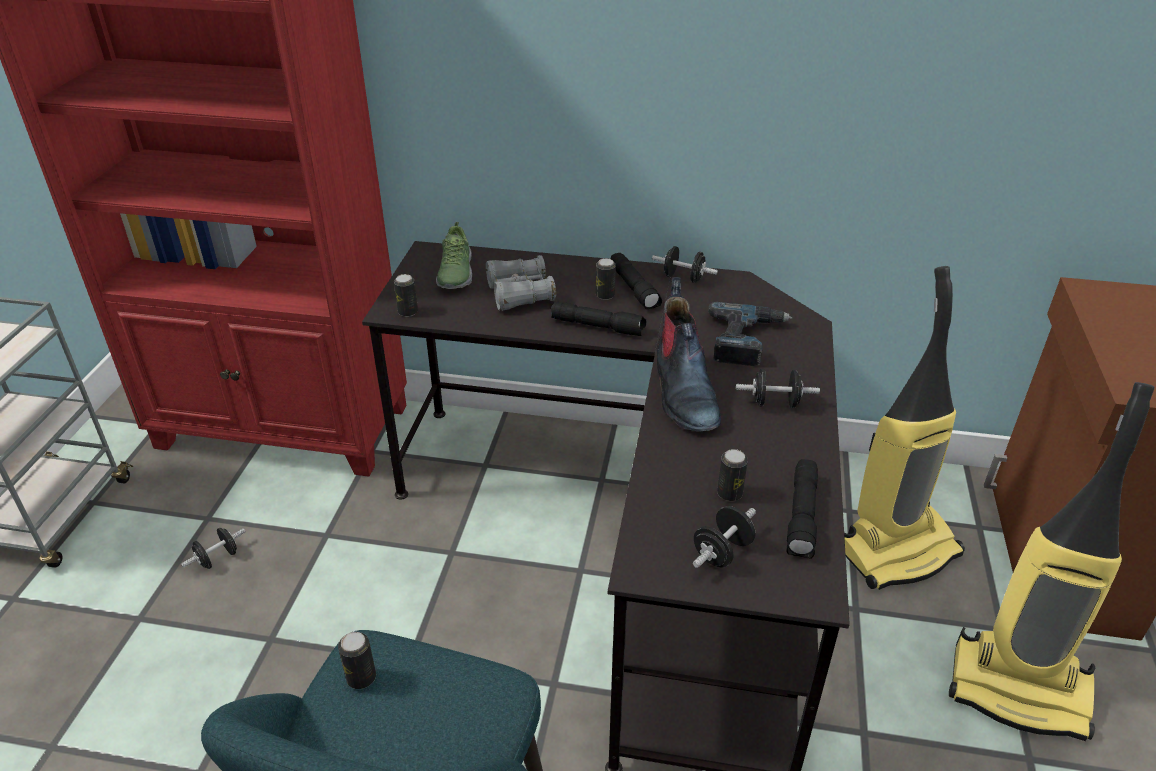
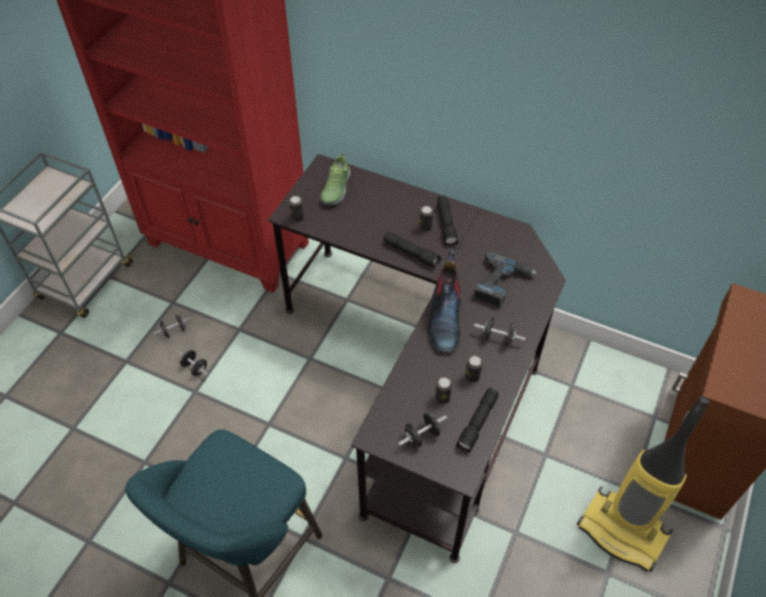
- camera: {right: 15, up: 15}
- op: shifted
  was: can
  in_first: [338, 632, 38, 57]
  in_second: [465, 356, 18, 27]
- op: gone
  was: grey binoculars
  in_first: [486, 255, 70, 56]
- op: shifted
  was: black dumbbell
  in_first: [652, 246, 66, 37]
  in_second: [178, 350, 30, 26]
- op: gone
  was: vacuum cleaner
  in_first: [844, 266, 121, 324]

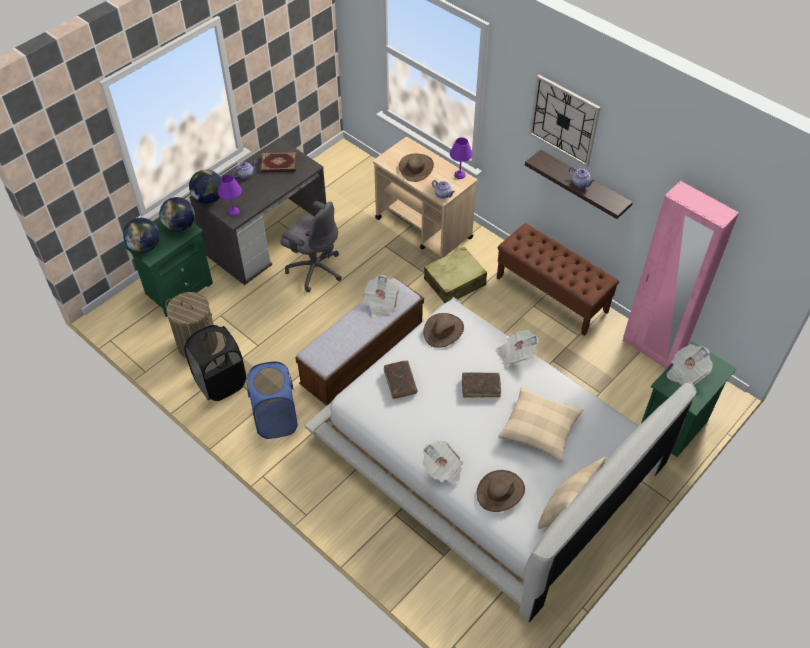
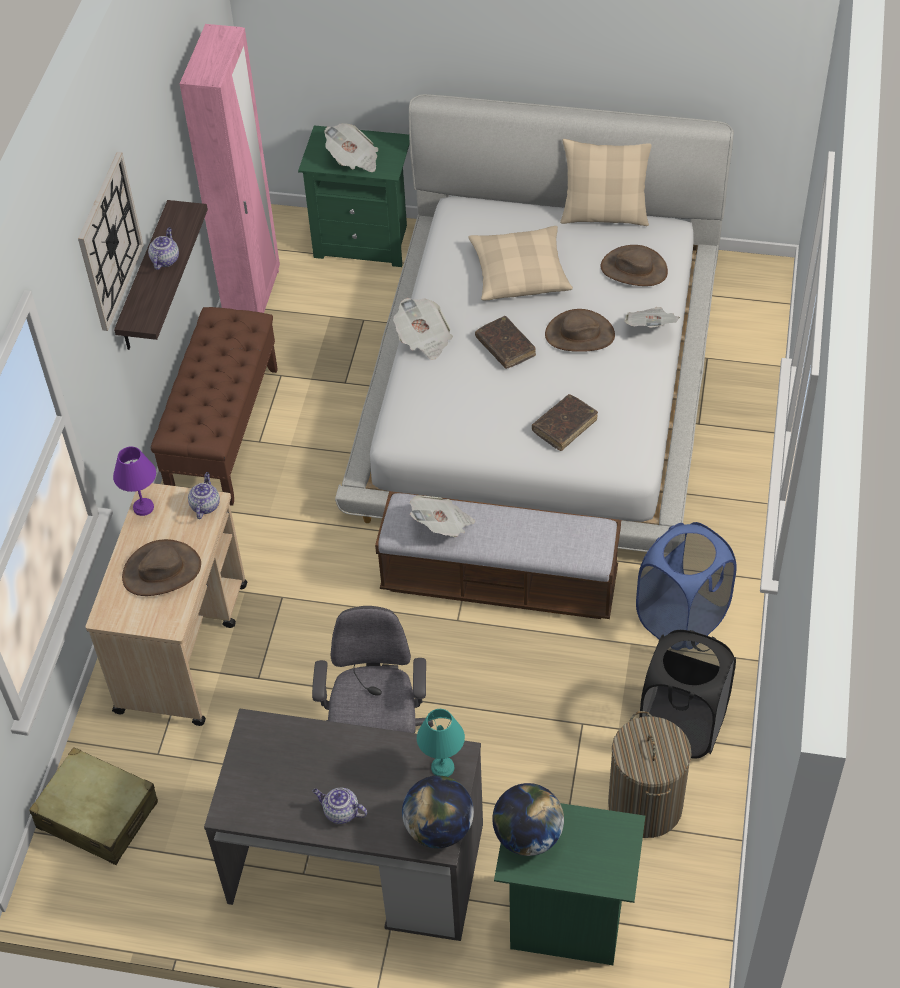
- camera: {right: -120, up: 0}
- op: gone
  was: globe
  in_first: [123, 218, 37, 35]
- op: repainted
  was: purple table lamp
  now: turquoise table lamp
  in_first: [218, 175, 24, 41]
  in_second: [417, 709, 48, 68]
- op: gone
  was: book
  in_first: [261, 152, 36, 20]
- op: shifted
  was: brown hat
  in_first: [423, 313, 41, 35]
  in_second: [545, 309, 70, 43]
- op: shifted
  was: beige suitcase
  in_first: [424, 247, 63, 56]
  in_second: [29, 747, 129, 118]

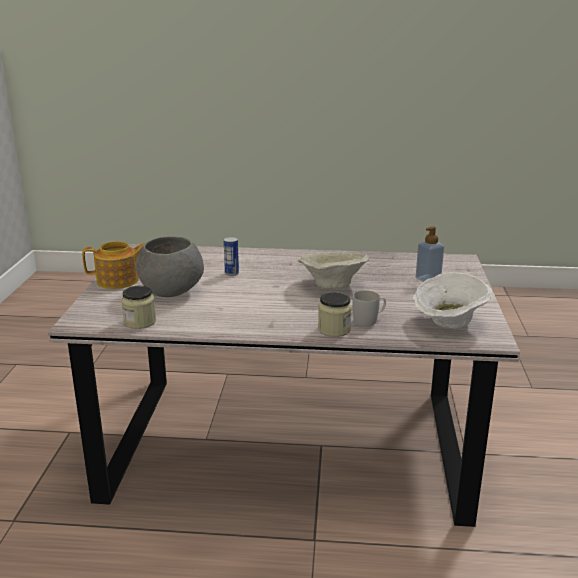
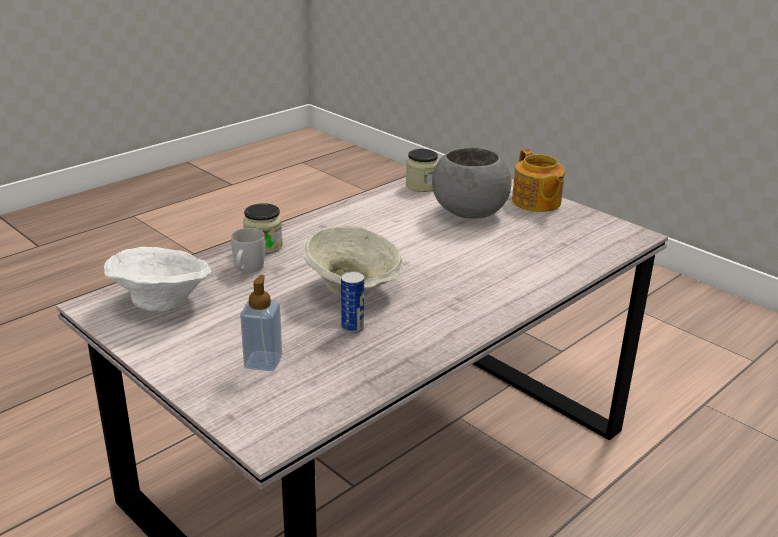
- camera: {right: 130, up: 5}
- op: rotated
  was: teapot
  in_first: [82, 241, 63, 48]
  in_second: [512, 149, 53, 63]
  clockwise: -45
- op: shifted
  was: can
  in_first: [224, 237, 15, 39]
  in_second: [341, 271, 23, 63]

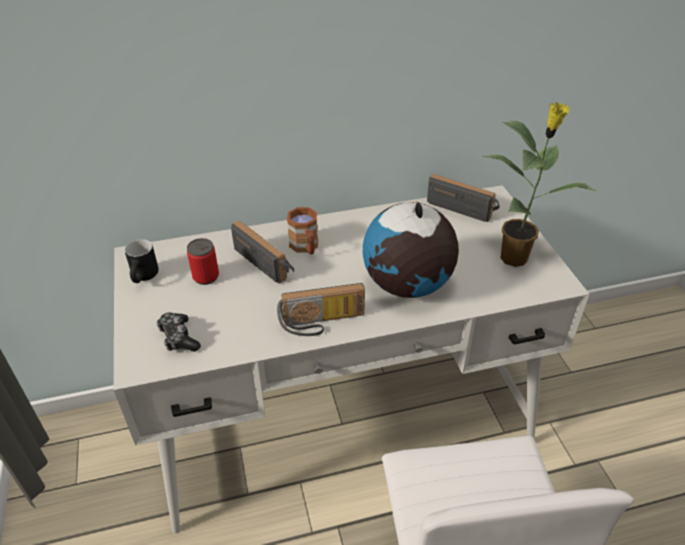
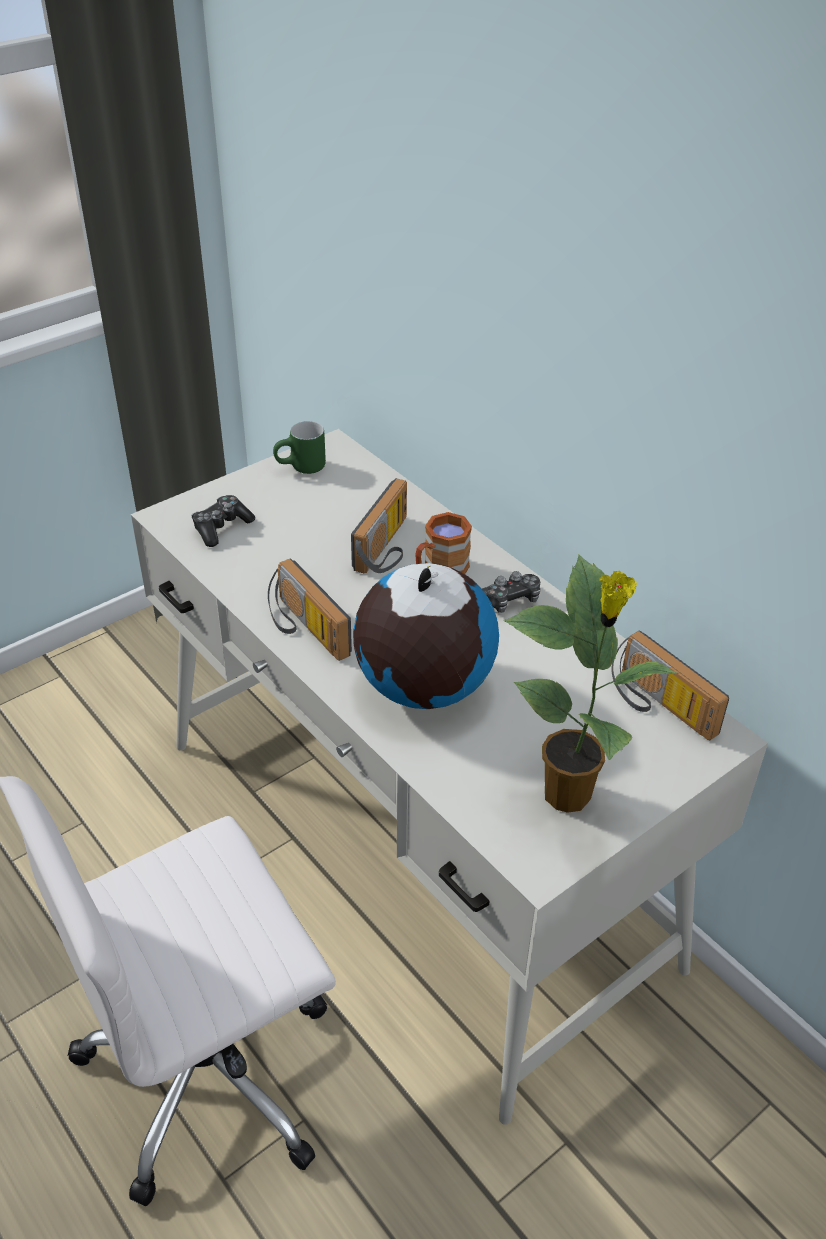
- camera: {right: 65, up: 0}
- op: repainted
  was: black mug
  now: green mug
  in_first: [125, 239, 34, 44]
  in_second: [273, 421, 53, 53]
- op: gone
  was: can
  in_first: [187, 238, 32, 47]
- op: rotated
  was: radio
  in_first: [427, 174, 73, 48]
  in_second: [611, 631, 118, 109]
  clockwise: 135
- op: new
  now: game controller
  in_second: [482, 571, 58, 42]

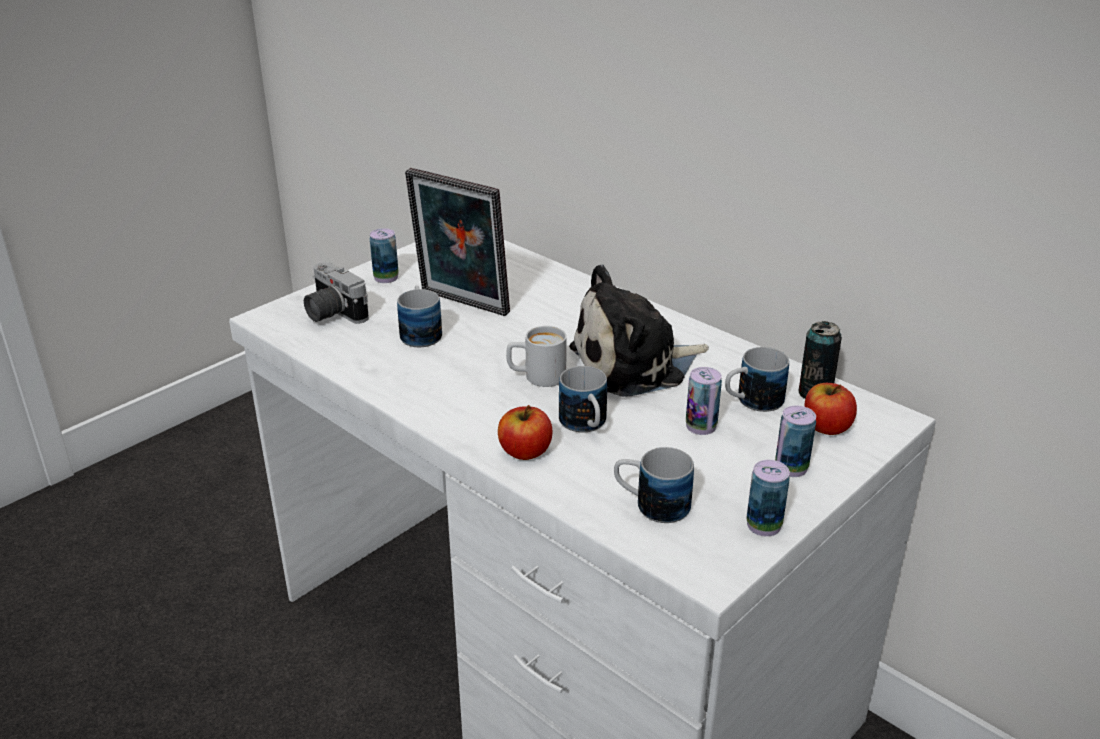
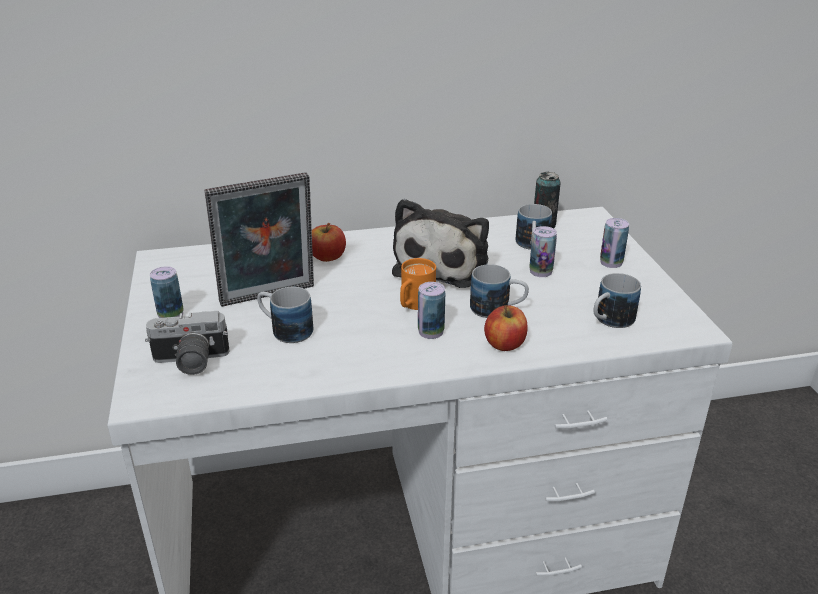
- camera: {right: -55, up: 0}
- op: repainted
  was: white mug
  now: orange mug
  in_first: [506, 326, 61, 61]
  in_second: [400, 258, 36, 52]
- op: shifted
  was: can
  in_first: [746, 460, 44, 77]
  in_second: [418, 282, 27, 57]
- op: shifted
  was: apple
  in_first: [804, 383, 53, 52]
  in_second: [312, 223, 34, 39]

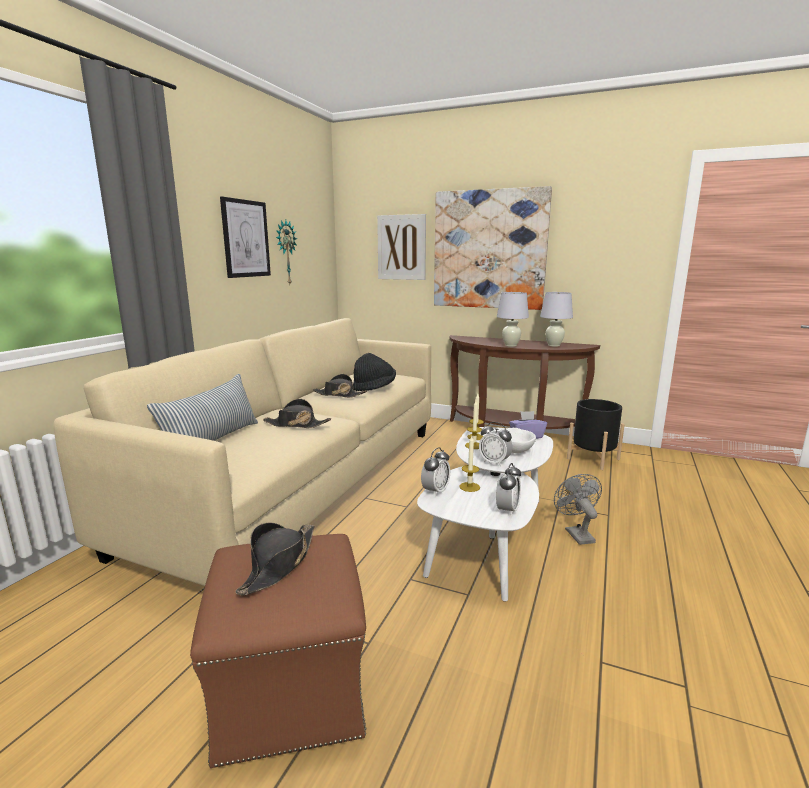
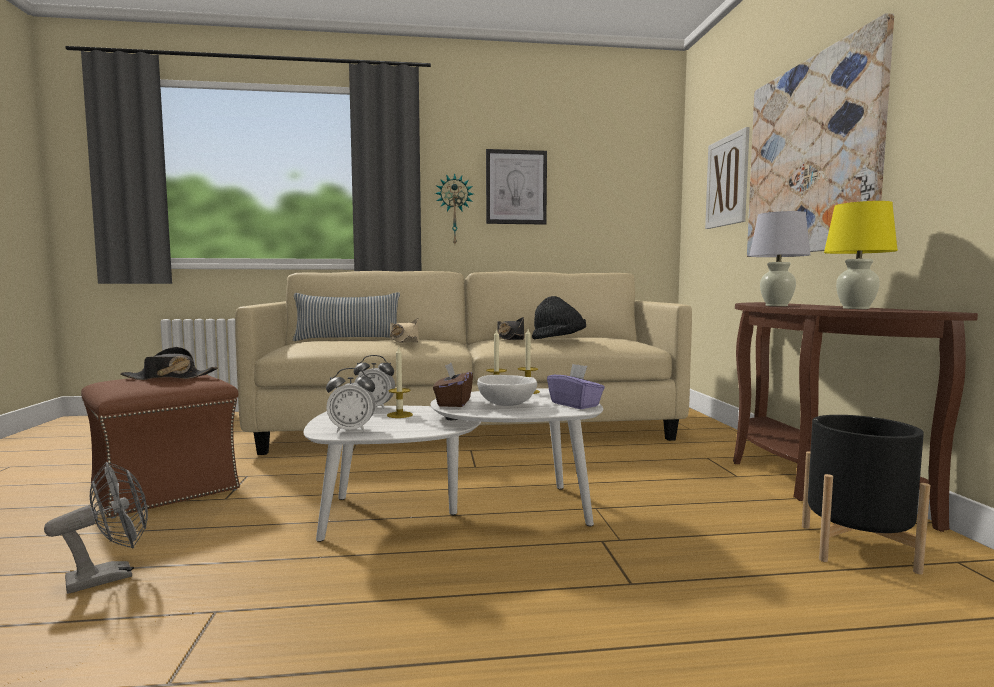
- camera: {right: 60, up: -10}
- op: repainted
  was: black hat
  now: beige hat
  in_first: [263, 399, 68, 29]
  in_second: [390, 318, 29, 25]
- op: shifted
  was: wall clock
  in_first: [276, 220, 21, 64]
  in_second: [435, 173, 38, 71]
- op: swapped
  was: alarm clock
  now: brown tissue box
  in_first: [479, 422, 34, 45]
  in_second: [433, 363, 40, 44]
- op: repainted
  was: white table lamp
  now: yellow table lamp
  in_first: [540, 292, 33, 55]
  in_second: [824, 201, 74, 108]
- op: shifted
  was: grey fan
  in_first: [554, 474, 48, 71]
  in_second: [44, 462, 104, 132]

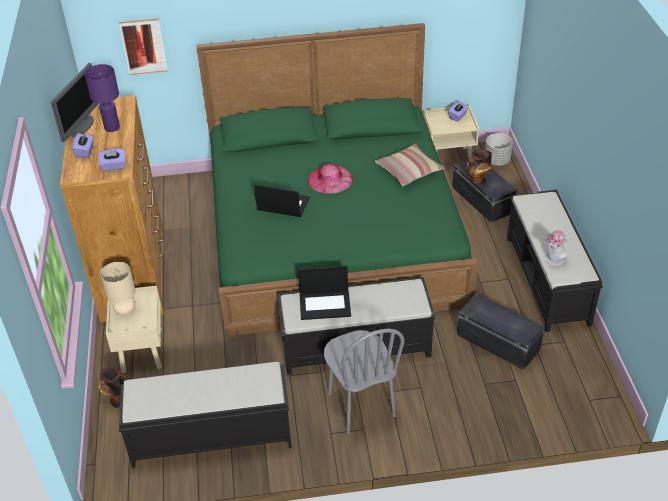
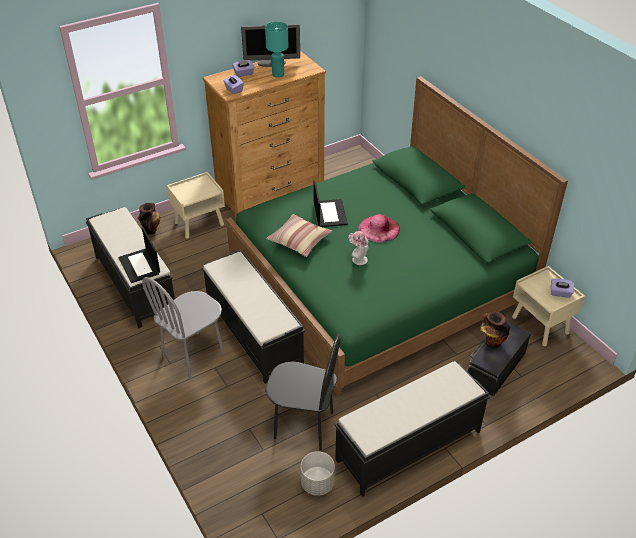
- camera: {right: 65, up: 0}
- op: repainted
  was: purple table lamp
  now: turquoise table lamp
  in_first: [85, 64, 35, 68]
  in_second: [265, 22, 24, 56]
- op: gone
  was: beige table lamp
  in_first: [100, 262, 35, 53]
- op: gone
  was: picture
  in_first: [119, 18, 49, 57]
- op: shifted
  was: laptop
  in_first: [298, 266, 53, 54]
  in_second: [118, 227, 42, 56]
- op: shifted
  was: pillow
  in_first: [375, 144, 70, 42]
  in_second: [266, 214, 66, 43]
- op: swapped
  was: black storage box
  now: black chair
  in_first: [457, 293, 88, 77]
  in_second: [265, 334, 76, 117]
- op: shifted
  was: grey planter
  in_first: [485, 133, 28, 33]
  in_second: [301, 451, 34, 45]
- op: shifted
  was: hat
  in_first: [546, 230, 21, 36]
  in_second: [349, 231, 20, 34]

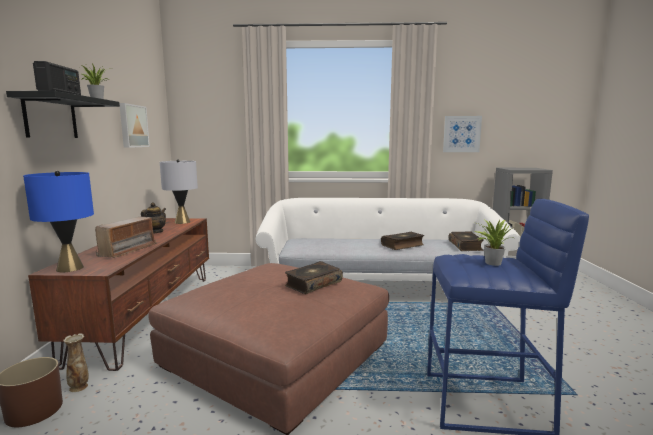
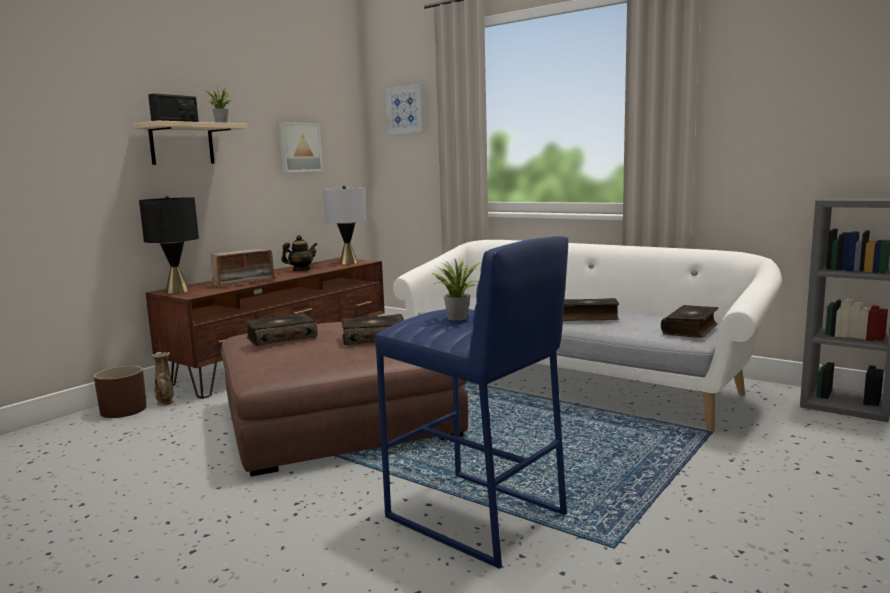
- camera: {right: 35, up: 0}
- op: repainted
  was: black shelf
  now: beige shelf
  in_first: [6, 91, 114, 47]
  in_second: [133, 121, 115, 44]
- op: repainted
  was: blue table lamp
  now: black table lamp
  in_first: [23, 171, 71, 101]
  in_second: [139, 196, 60, 98]
- op: shifted
  was: picture
  in_first: [443, 116, 39, 36]
  in_second: [385, 84, 39, 51]
- op: new
  now: book
  in_second: [245, 313, 72, 33]

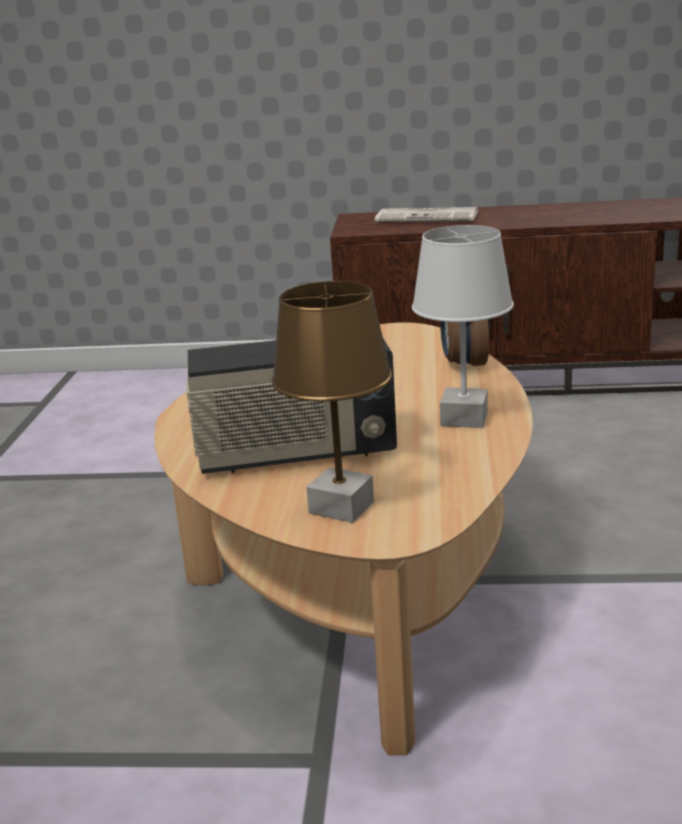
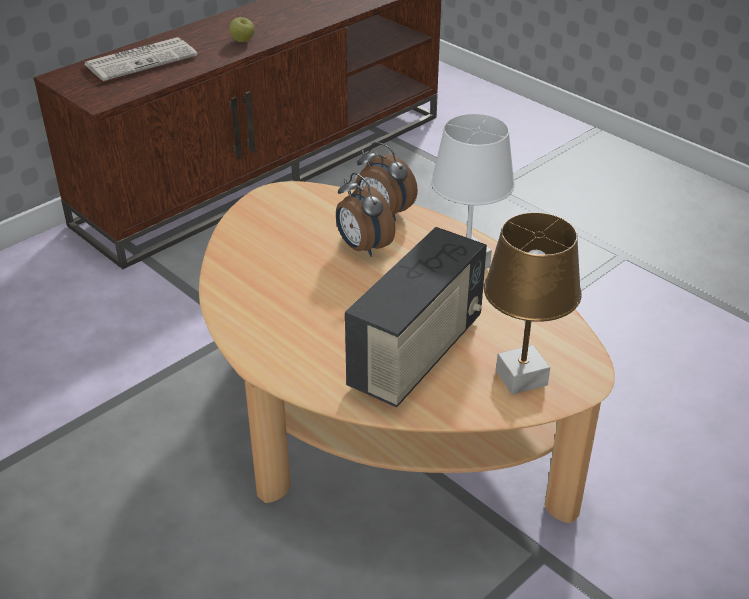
- camera: {right: -50, up: 15}
- op: new
  now: apple
  in_second: [229, 17, 25, 25]
- op: new
  now: alarm clock
  in_second: [336, 173, 59, 84]

